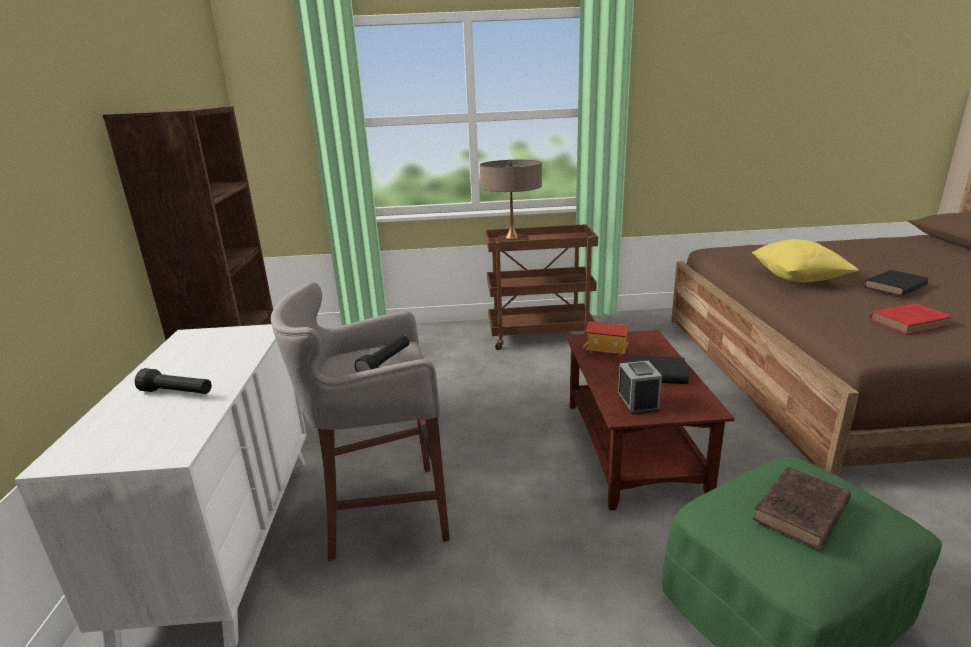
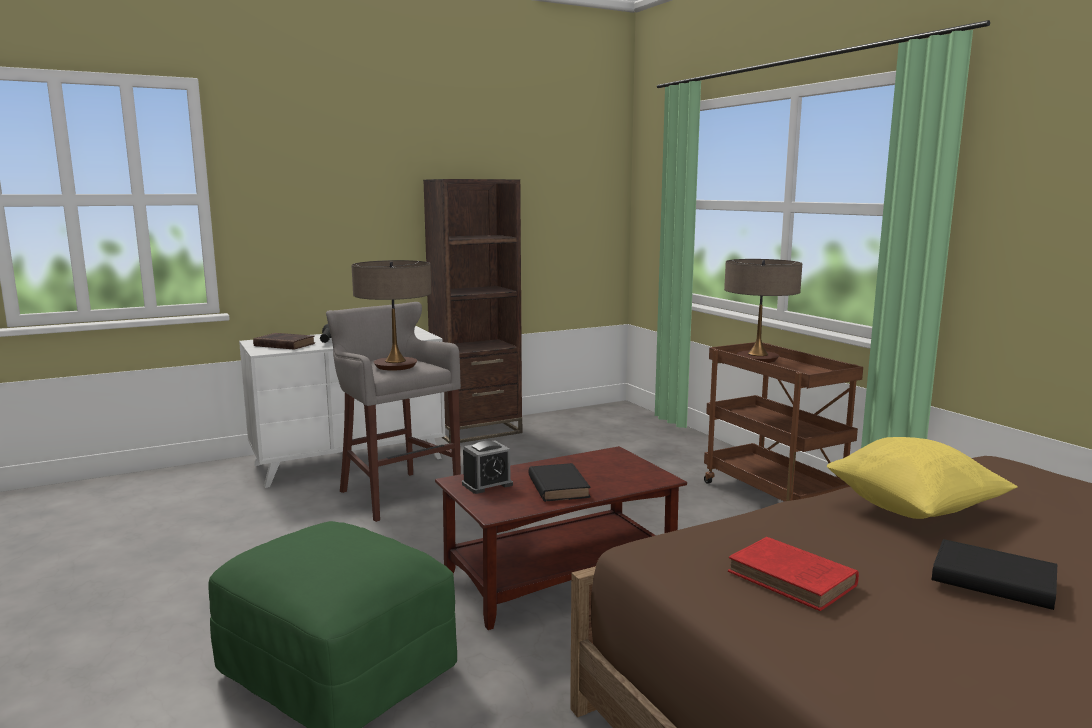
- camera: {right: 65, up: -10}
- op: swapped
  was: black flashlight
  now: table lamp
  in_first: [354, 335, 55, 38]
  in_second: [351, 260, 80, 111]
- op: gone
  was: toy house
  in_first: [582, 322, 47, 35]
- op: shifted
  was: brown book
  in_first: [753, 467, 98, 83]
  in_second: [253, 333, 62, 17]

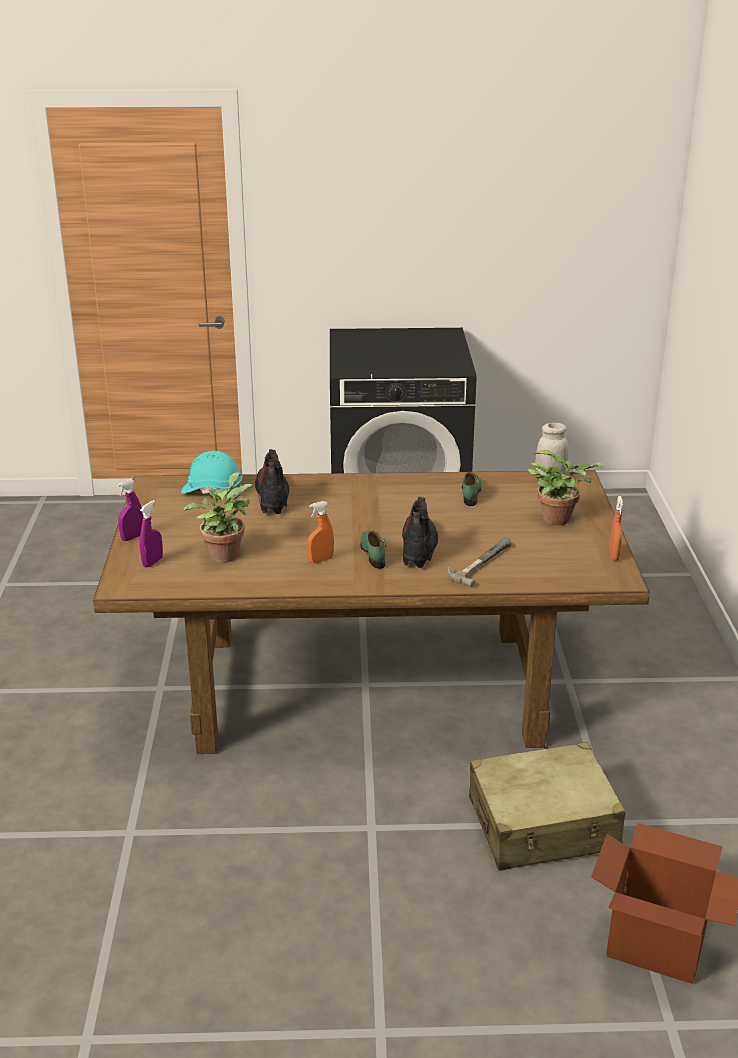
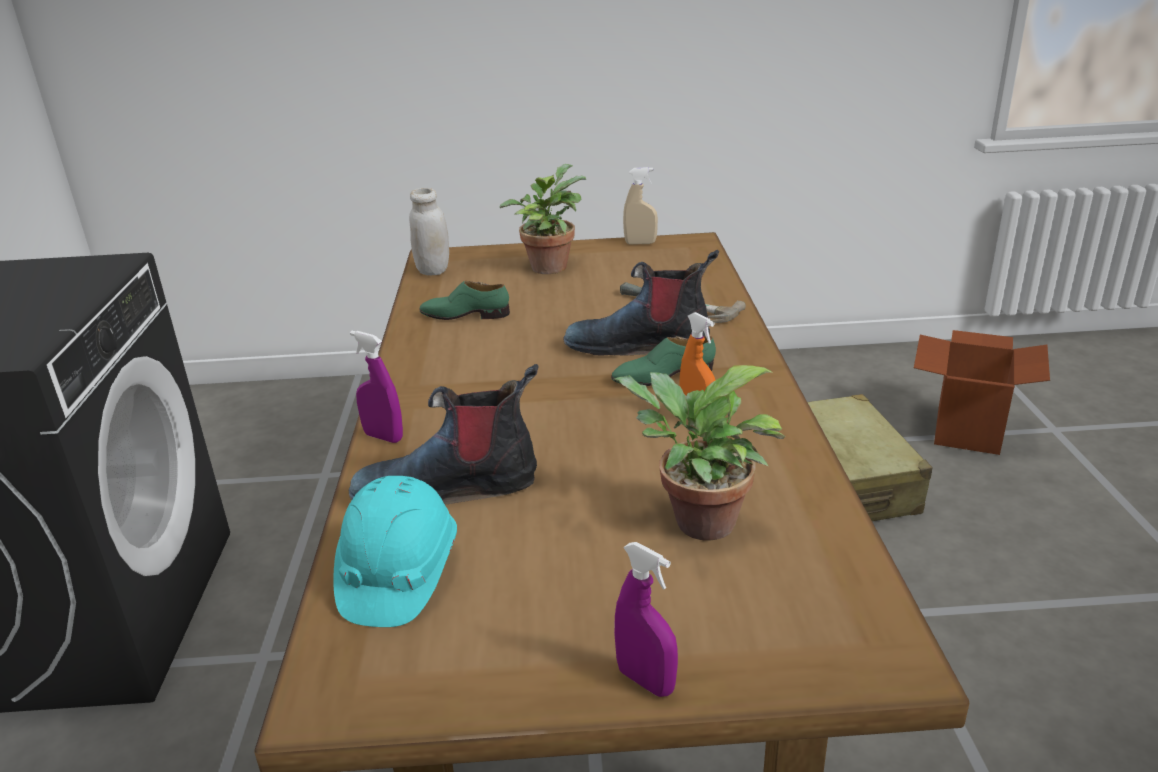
- camera: {right: -90, up: 0}
- op: shifted
  was: purple spray bottle
  in_first: [140, 500, 23, 67]
  in_second: [350, 331, 53, 112]
- op: repainted
  was: orange spray bottle
  now: beige spray bottle
  in_first: [609, 496, 14, 65]
  in_second: [623, 167, 35, 77]

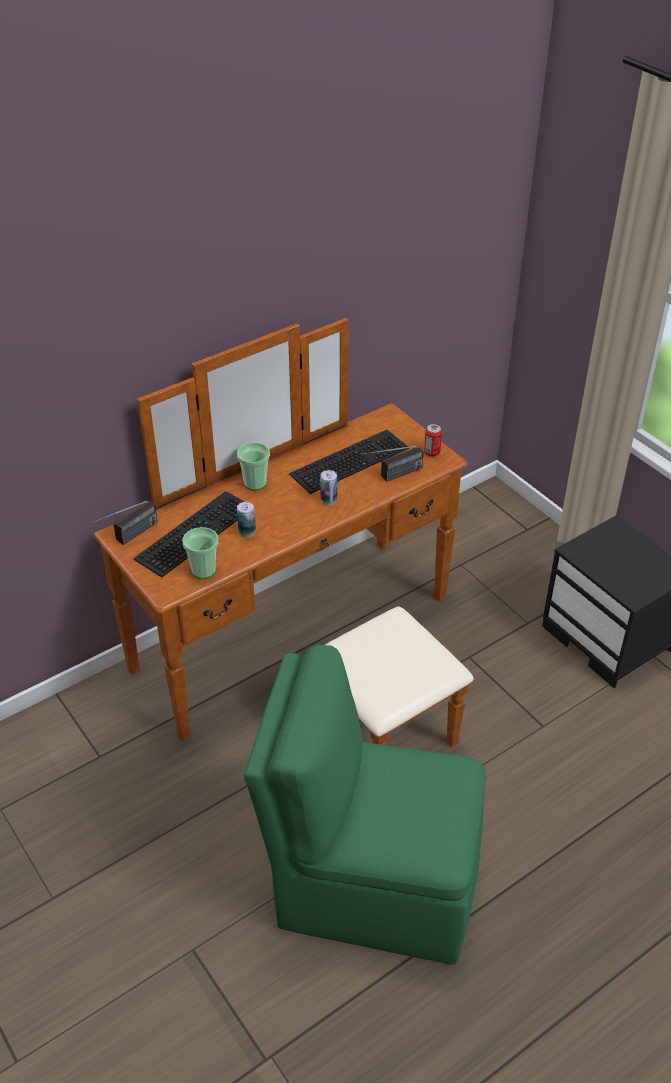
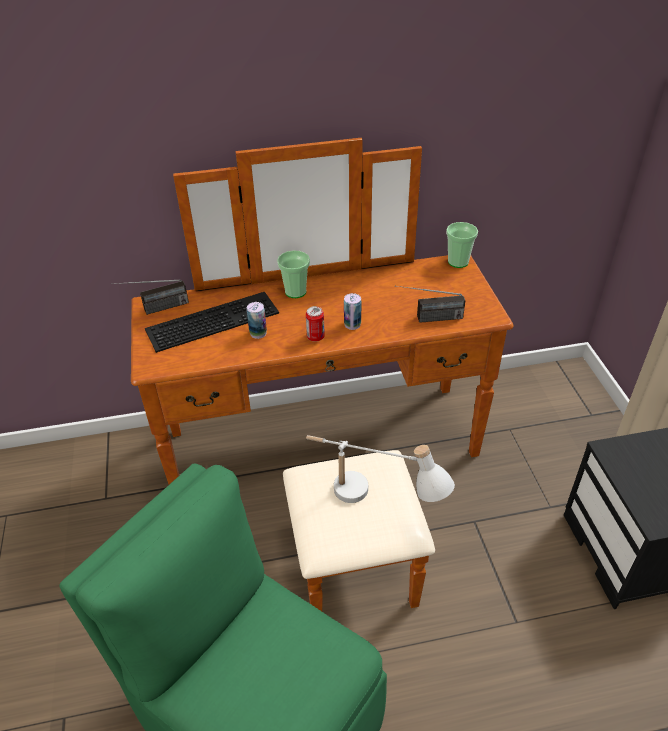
- camera: {right: 25, up: 0}
- op: shifted
  was: cup
  in_first: [183, 527, 35, 52]
  in_second: [446, 222, 32, 46]
- op: gone
  was: keyboard
  in_first: [289, 430, 120, 64]
- op: shifted
  was: can
  in_first: [424, 424, 18, 32]
  in_second: [306, 306, 19, 36]
- op: new
  now: white table lamp
  in_second: [306, 435, 149, 68]

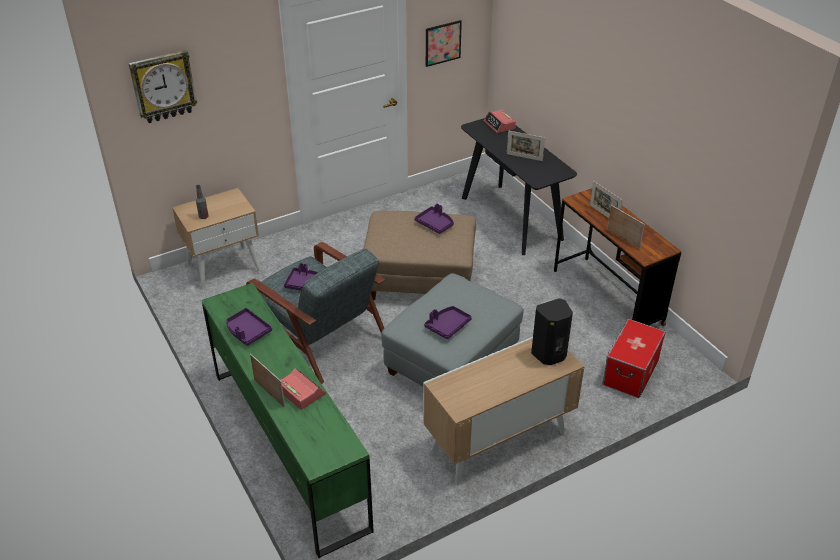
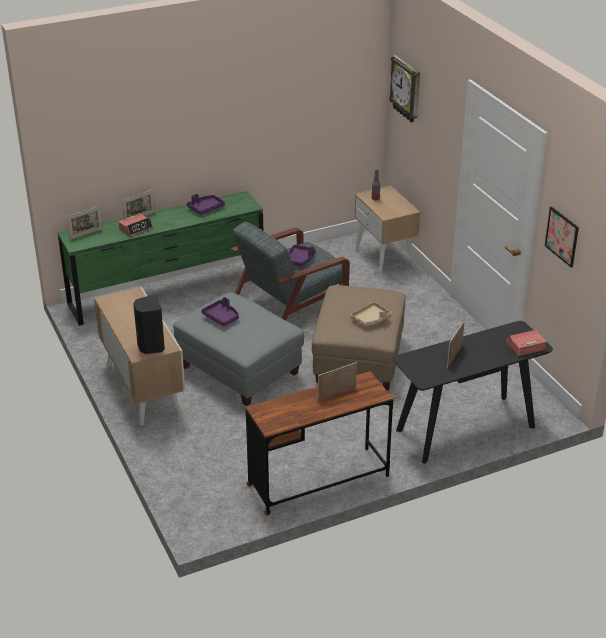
- camera: {right: 95, up: -5}
- op: repainted
  was: purple tray
  now: beige tray
  in_first: [415, 204, 39, 30]
  in_second: [350, 302, 42, 24]
- op: gone
  was: storage box
  in_first: [602, 319, 64, 79]
- op: shifted
  was: picture frame
  in_first: [607, 205, 38, 44]
  in_second: [67, 206, 36, 34]

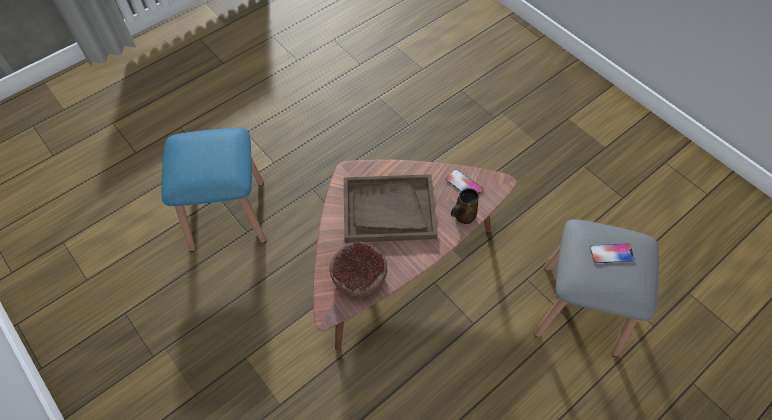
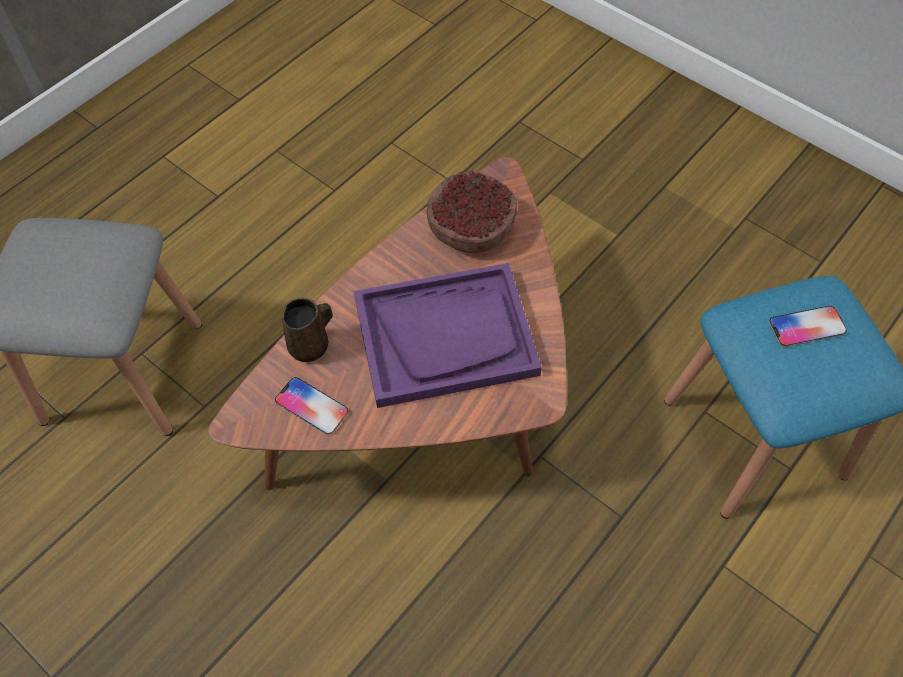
- camera: {right: 170, up: 0}
- op: repainted
  was: brown tray
  now: purple tray
  in_first: [344, 174, 94, 69]
  in_second: [354, 263, 188, 145]
- op: shifted
  was: phone
  in_first: [590, 244, 45, 19]
  in_second: [769, 306, 78, 41]

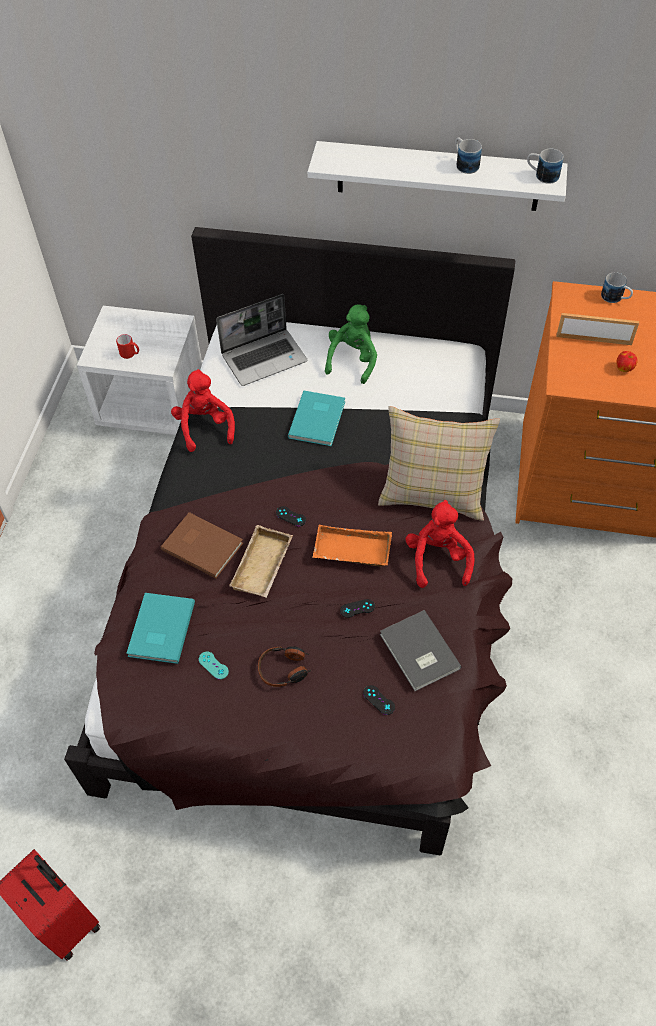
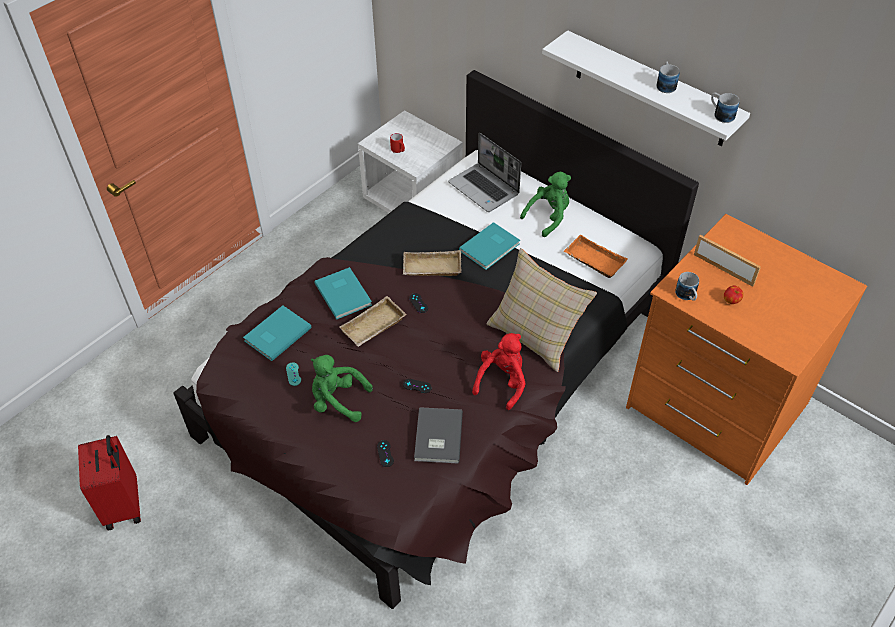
- camera: {right: 30, up: -5}
- op: repainted
  was: brown book
  now: turquoise book
  in_first: [161, 512, 82, 66]
  in_second: [314, 267, 58, 52]
- op: gone
  was: red plush toy
  in_first: [171, 369, 64, 83]
- op: rotated
  was: laptop
  in_first: [216, 294, 92, 92]
  in_second: [448, 132, 73, 80]
  clockwise: 45
- op: swapped
  was: headphones
  now: green plush toy
  in_first: [258, 646, 53, 41]
  in_second: [311, 355, 62, 67]
- op: shifted
  was: orange tray
  in_first: [313, 525, 79, 42]
  in_second: [564, 234, 63, 44]
- op: shifted
  was: mug
  in_first: [601, 272, 32, 31]
  in_second: [675, 272, 24, 29]
- op: new
  now: beige tray
  in_second: [403, 250, 59, 26]

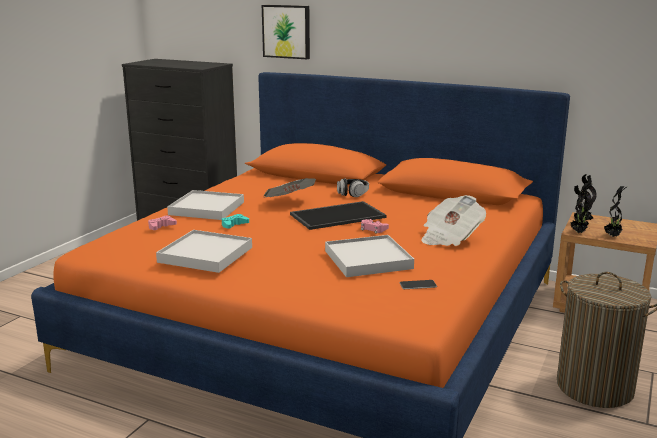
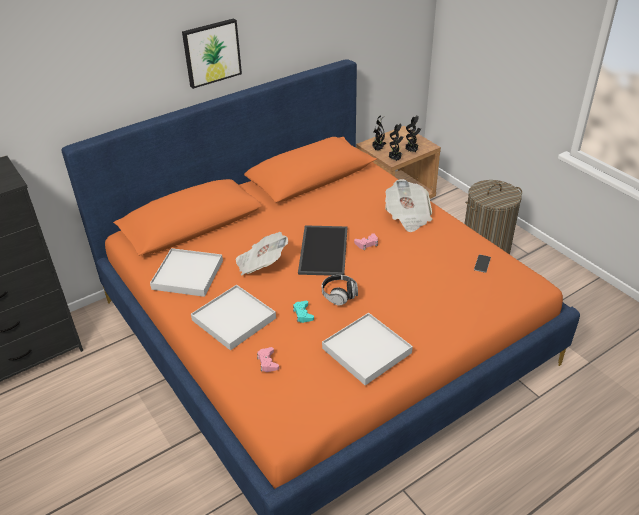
- camera: {right: -60, up: 20}
- op: shifted
  was: picture
  in_first: [262, 5, 48, 54]
  in_second: [182, 18, 60, 71]
- op: shifted
  was: white tray
  in_first: [325, 235, 89, 42]
  in_second: [150, 248, 73, 49]
- op: shifted
  was: headphones
  in_first: [337, 179, 32, 18]
  in_second: [322, 275, 36, 31]

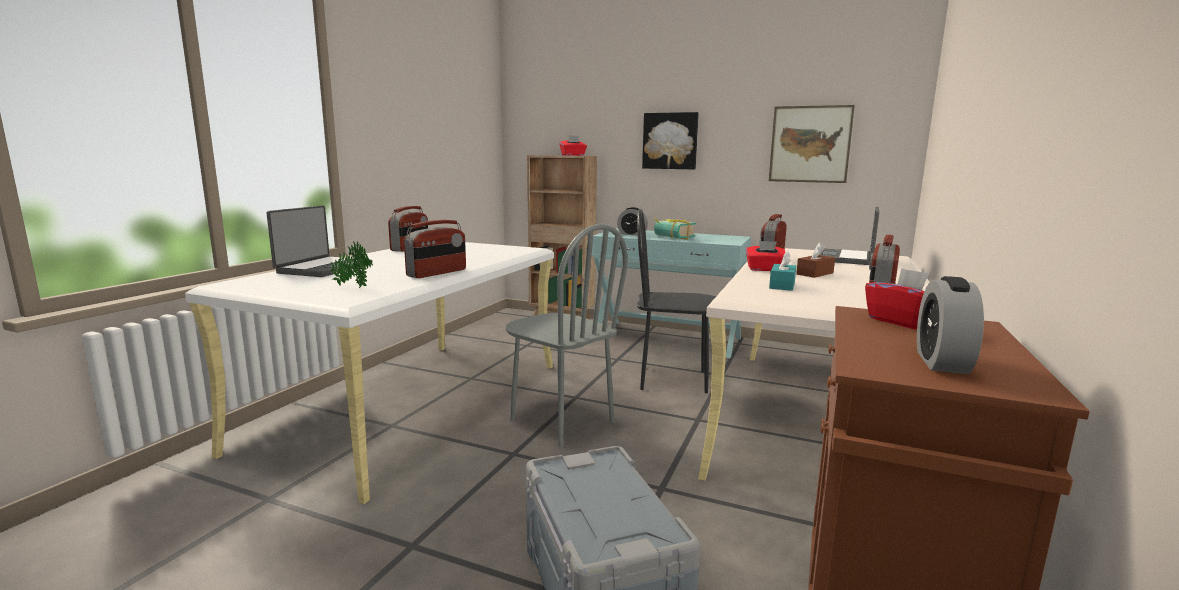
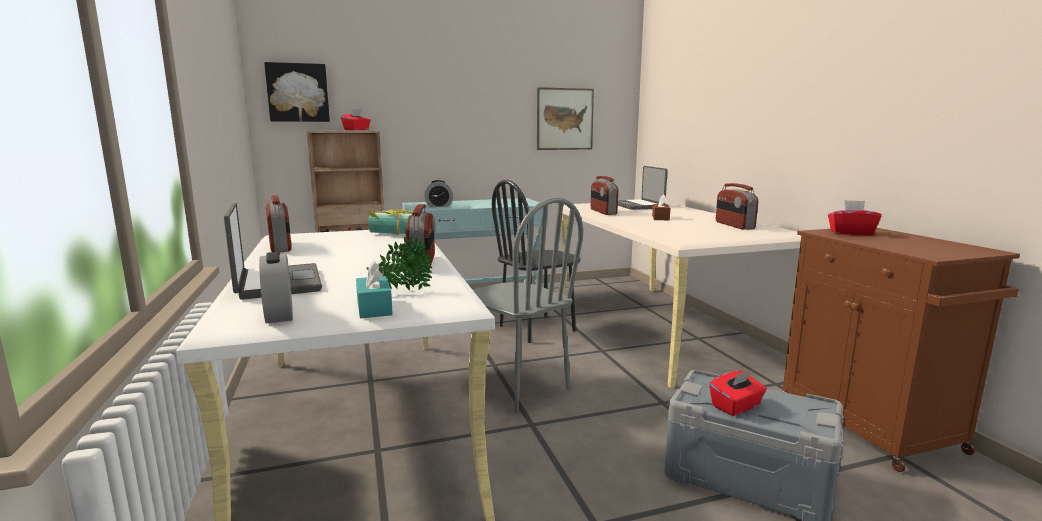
- camera: {right: -40, up: 0}
- op: rotated
  was: grey chair
  in_first: [506, 224, 122, 223]
  in_second: [473, 197, 110, 215]
  clockwise: 45
- op: shifted
  was: picture
  in_first: [642, 112, 57, 58]
  in_second: [264, 62, 66, 60]
- op: shifted
  was: book
  in_first: [654, 217, 42, 23]
  in_second: [368, 209, 45, 26]
- op: shifted
  was: red tissue box
  in_first: [746, 241, 40, 30]
  in_second: [709, 370, 58, 46]
- op: shifted
  was: turquoise tissue box
  in_first: [769, 251, 27, 40]
  in_second: [356, 260, 37, 58]
- op: shifted
  was: alarm clock
  in_first: [917, 276, 67, 98]
  in_second: [259, 252, 34, 72]

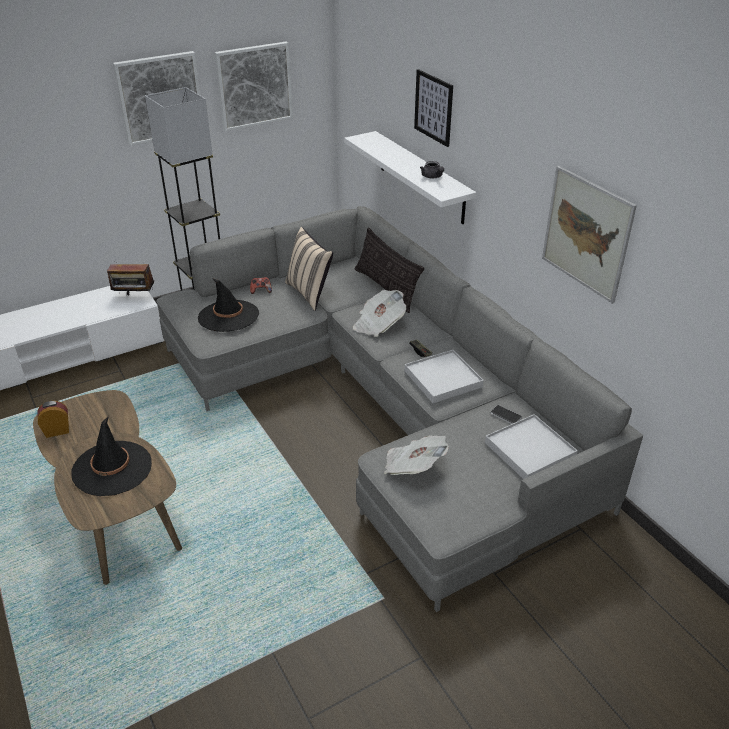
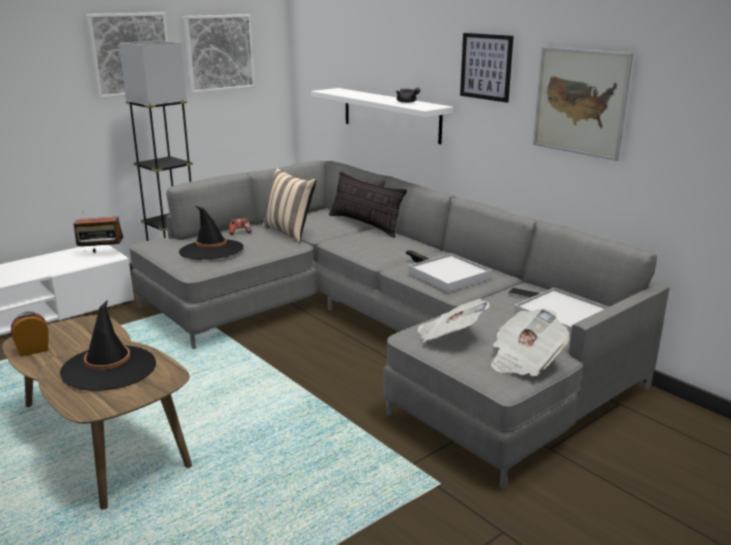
- camera: {right: -10, up: -15}
- op: shifted
  was: newspaper
  in_first: [353, 290, 53, 47]
  in_second: [491, 309, 78, 67]
- op: shifted
  was: picture
  in_first: [414, 69, 39, 78]
  in_second: [460, 33, 54, 70]

